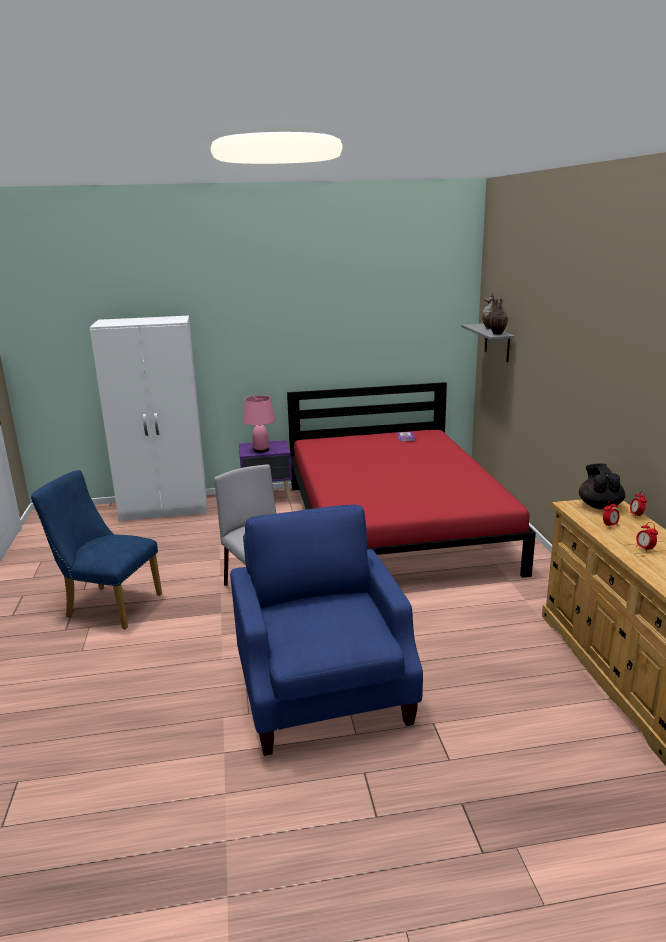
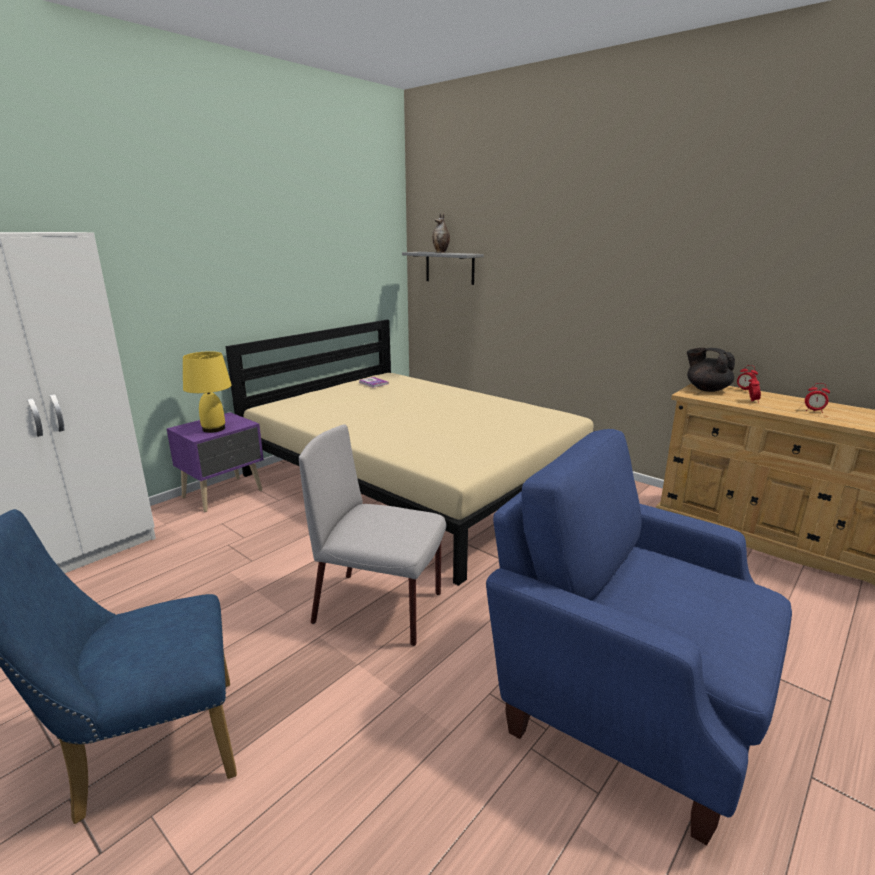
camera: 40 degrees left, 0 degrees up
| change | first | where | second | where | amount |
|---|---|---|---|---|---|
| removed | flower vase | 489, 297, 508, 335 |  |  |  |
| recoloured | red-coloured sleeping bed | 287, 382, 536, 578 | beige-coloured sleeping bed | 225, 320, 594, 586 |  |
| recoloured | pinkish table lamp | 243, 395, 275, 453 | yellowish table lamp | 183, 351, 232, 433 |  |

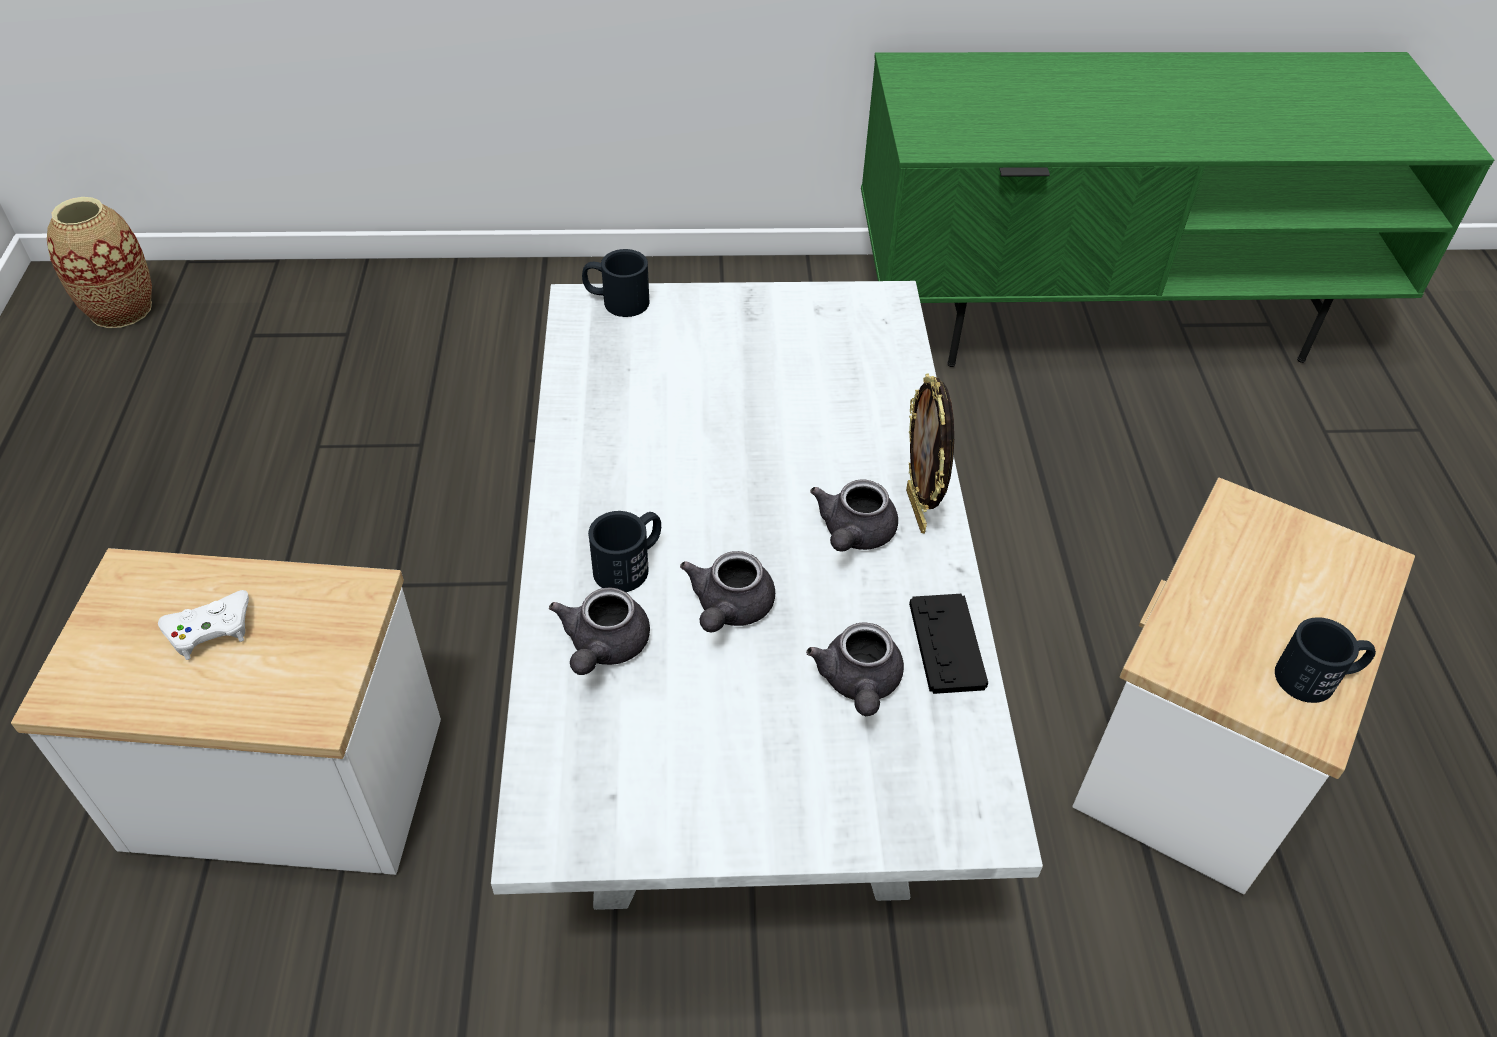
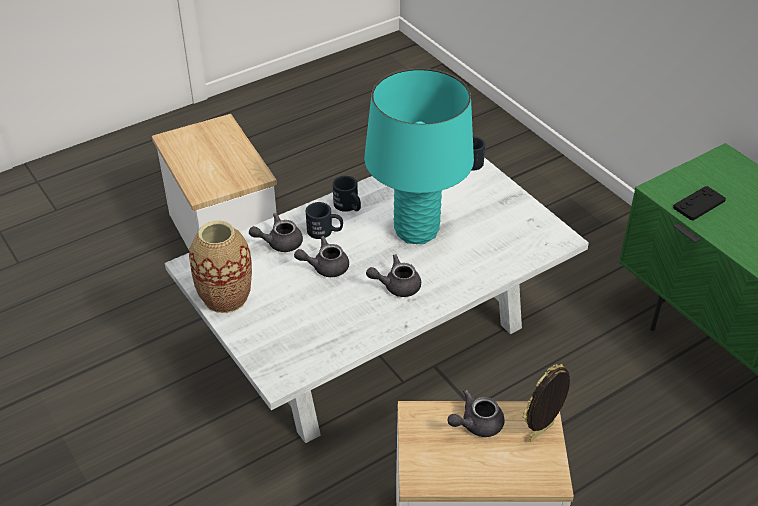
camera: 60 degrees right, 5 degrees down
| change | first | where | second | where | amount |
|---|---|---|---|---|---|
| moved | flower vase | 47, 197, 152, 328 |  | 189, 220, 252, 313 |  |
| moved | standing frame | 906, 373, 954, 534 |  | 522, 364, 570, 442 |  |
| removed | whitish gamepad | 158, 590, 249, 660 |  |  |  |
| moved | black gamepad | 909, 594, 988, 694 |  | 673, 186, 726, 220 |  |
| moved | black mug | 1275, 617, 1376, 703 |  | 333, 176, 361, 212 |  |
| moved | grey pot for tea | 806, 623, 904, 716 |  | 448, 390, 504, 437 |  |
| added |  |  | turquoise-coloured table lamp | 364, 68, 474, 244 |  |

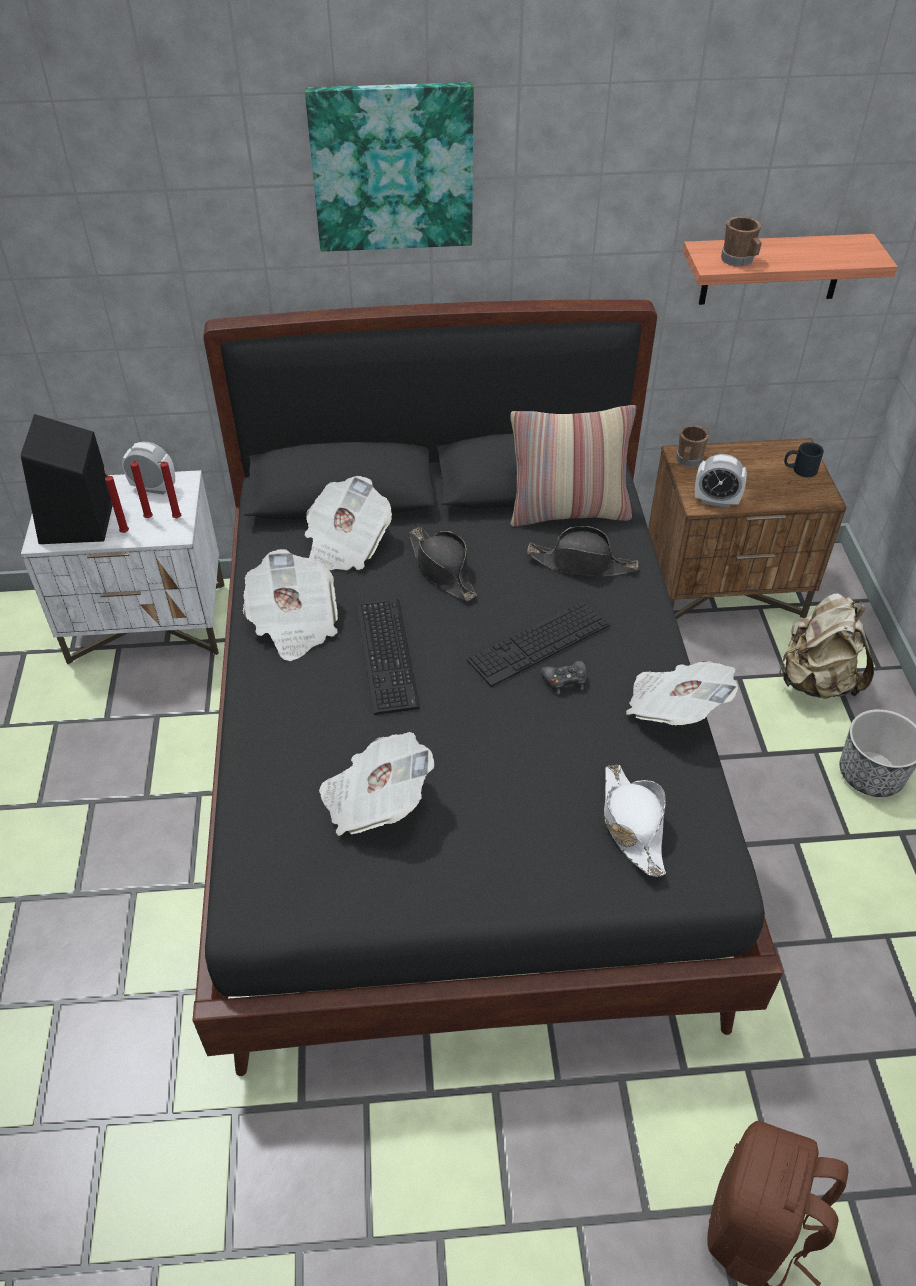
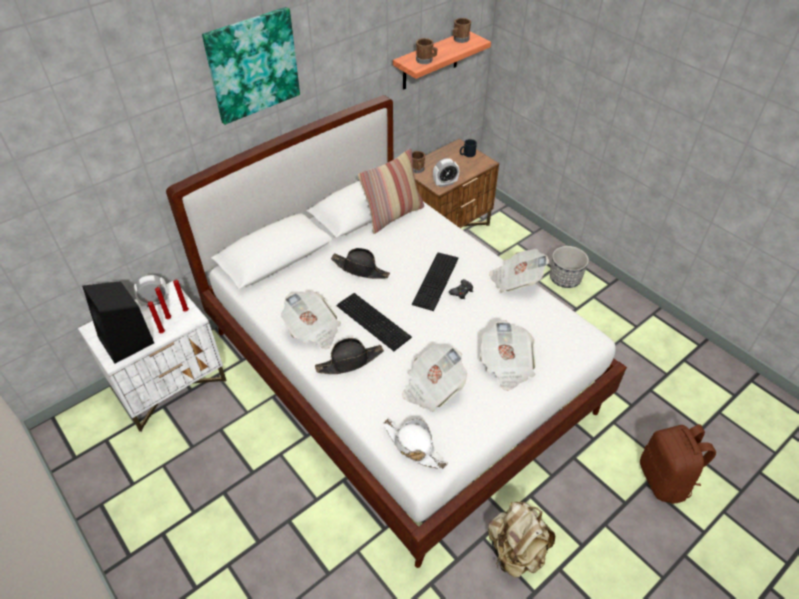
camera: 35 degrees left, 0 degrees up
| change | first | where | second | where | amount |
|---|---|---|---|---|---|
| recoloured | black sleeping bed | 192, 300, 783, 1076 | whitish sleeping bed | 166, 95, 627, 568 |  |
| moved | printed paper | 304, 476, 392, 570 |  | 480, 320, 536, 391 |  |
| moved | black clothing hat | 527, 526, 639, 576 |  | 315, 338, 384, 374 |  |
| moved | beige-coloured rucksack | 778, 593, 874, 699 |  | 488, 501, 555, 577 |  |
| moved | whitish clothing hat | 604, 765, 666, 877 |  | 383, 419, 448, 469 |  |
| added |  |  | brown mug | 453, 18, 471, 43 |  |

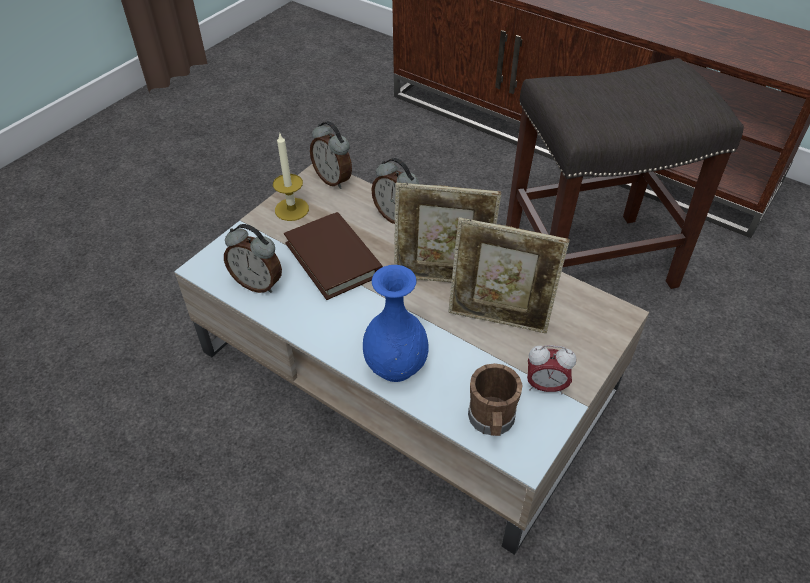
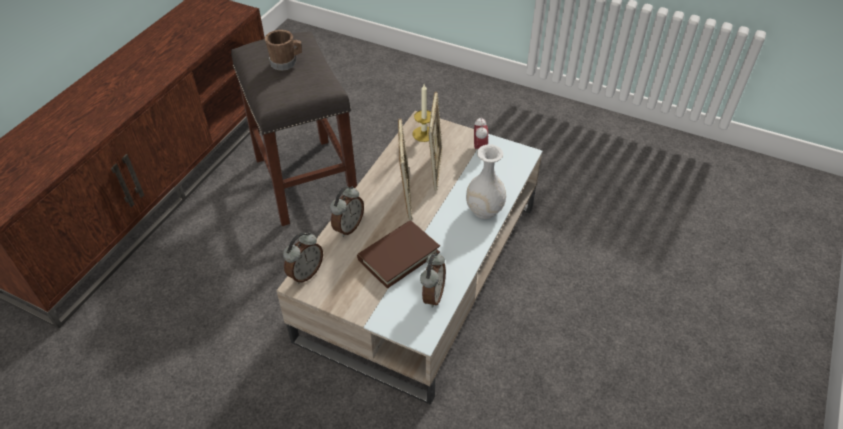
camera: 100 degrees left, 0 degrees up
| change | first | where | second | where | amount |
|---|---|---|---|---|---|
| moved | wax candle | 273, 134, 309, 221 |  | 412, 84, 431, 142 |  |
| recoloured | blue-coloured flower vase | 363, 265, 429, 382 | whitish flower vase | 466, 144, 506, 219 |  |
| moved | brown mug | 468, 363, 522, 436 |  | 265, 30, 302, 71 |  |

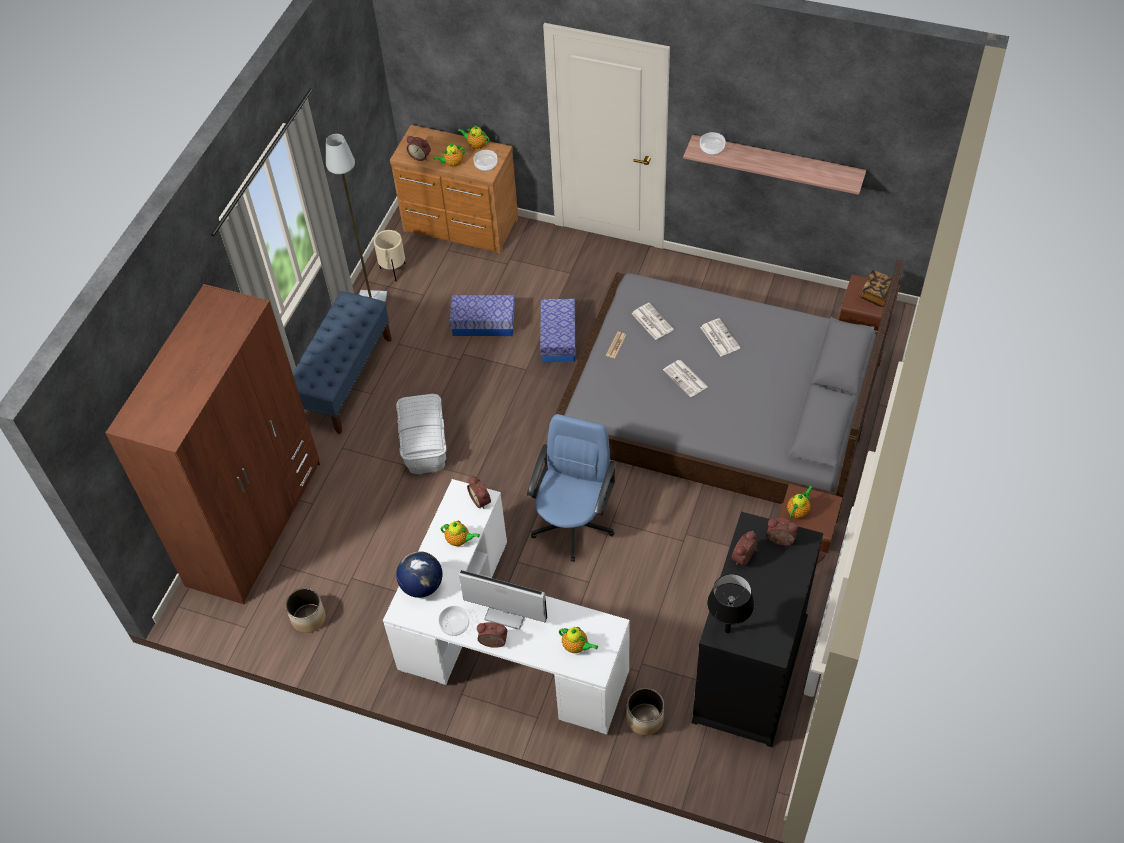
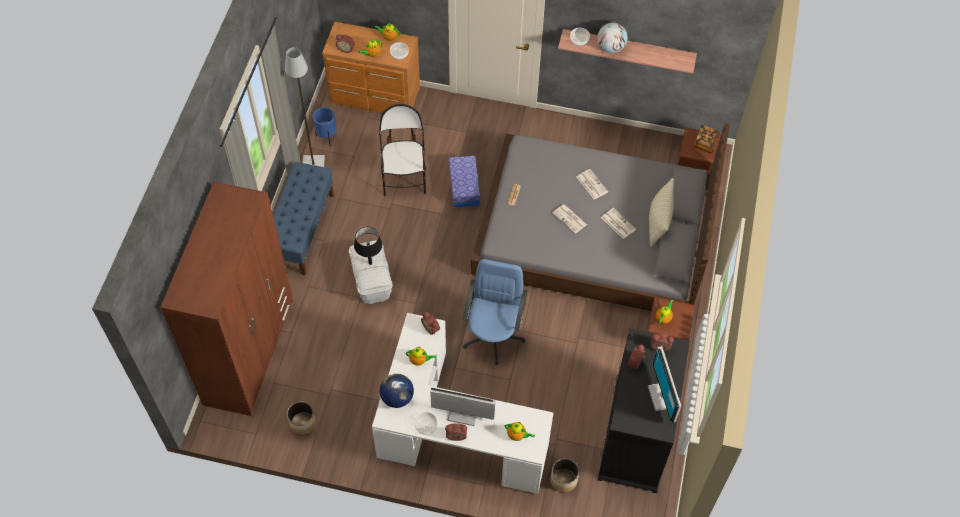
camera: 10 degrees left, 5 degrees up
| change | first | where | second | where | amount |
|---|---|---|---|---|---|
| recoloured | beige-coloured planter | 374, 230, 405, 281 | blue-coloured planter | 313, 107, 337, 146 |  |
| replaced | storage bin | 449, 295, 515, 336 | plain chair | 379, 104, 426, 196 |  |
| moved | printed paper | 632, 303, 674, 340 |  | 601, 208, 636, 239 |  |
| moved | black table lamp | 707, 574, 754, 633 |  | 354, 227, 382, 265 |  |
| added |  |  | desk globe | 597, 23, 627, 53 |  |
| added |  |  | beige-coloured pillow | 649, 178, 674, 246 |  |
| added |  |  | computer screen | 648, 346, 681, 423 |  |

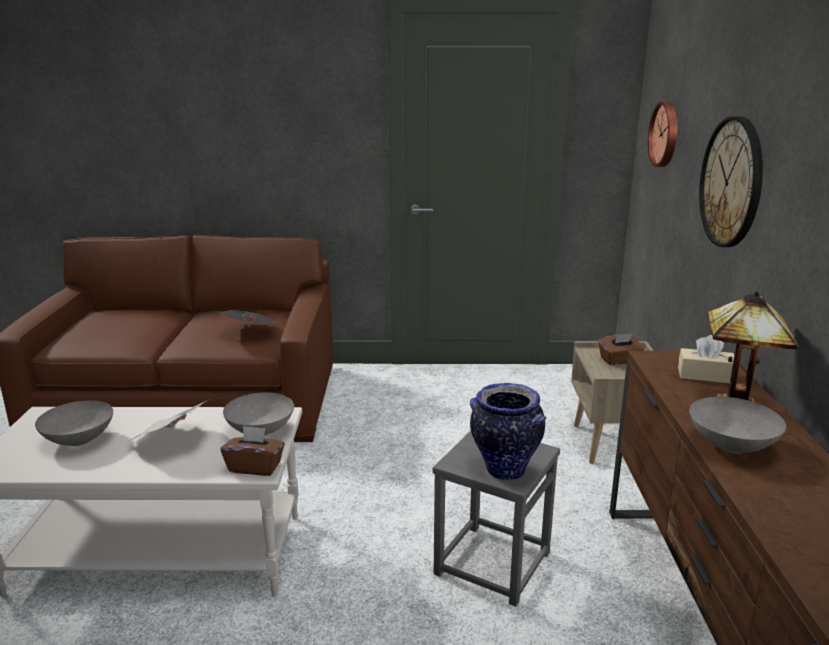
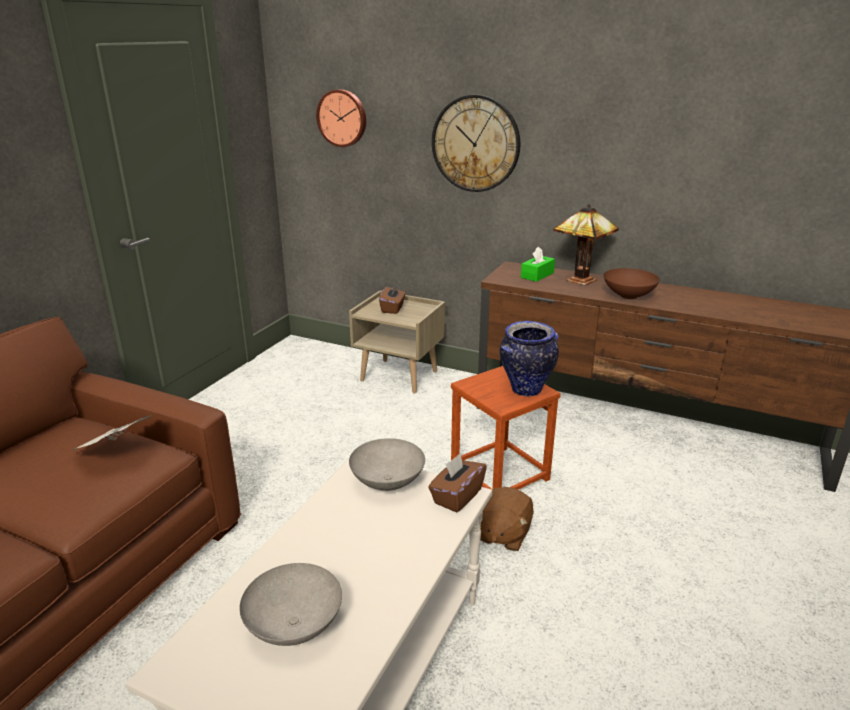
camera: 65 degrees left, 5 degrees up
| change | first | where | second | where | amount |
|---|---|---|---|---|---|
| recoloured | beige-coloured box of tissues | 678, 335, 735, 383 | green-coloured box of tissues | 521, 246, 555, 282 |  |
| recoloured | grey bowl | 689, 397, 786, 453 | brown bowl | 604, 268, 660, 299 |  |
| removed | printed paper | 126, 399, 210, 442 |  |  |  |
| recoloured | grey stool | 433, 431, 560, 607 | brown stool | 451, 366, 561, 490 |  |
| added |  |  | brown soft toy | 481, 487, 534, 551 |  |

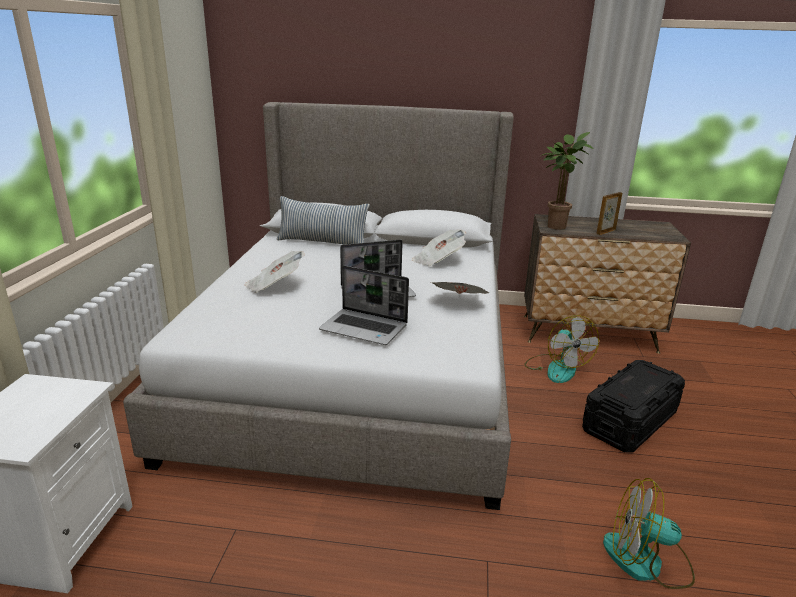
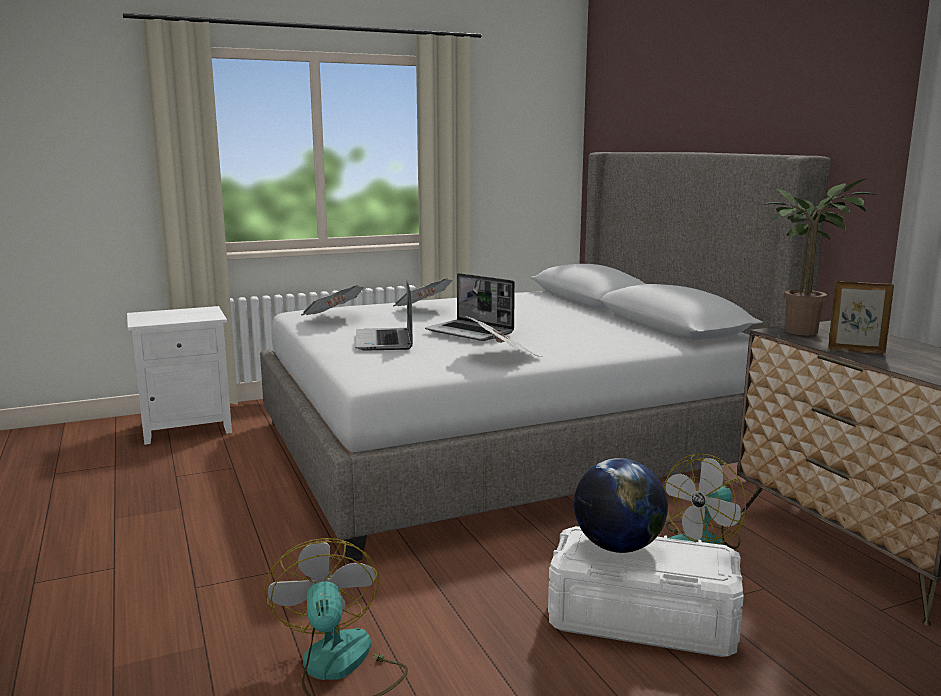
camera: 60 degrees right, 10 degrees down
| change | first | where | second | where | amount |
|---|---|---|---|---|---|
| removed | pillow | 277, 196, 370, 245 |  |  |  |
| moved | printed paper | 412, 230, 466, 266 |  | 301, 285, 364, 315 |  |
| recoloured | black storage bin | 582, 360, 685, 453 | whitish storage bin | 548, 526, 744, 657 |  |
| added |  |  | desk globe | 574, 458, 668, 553 |  |

